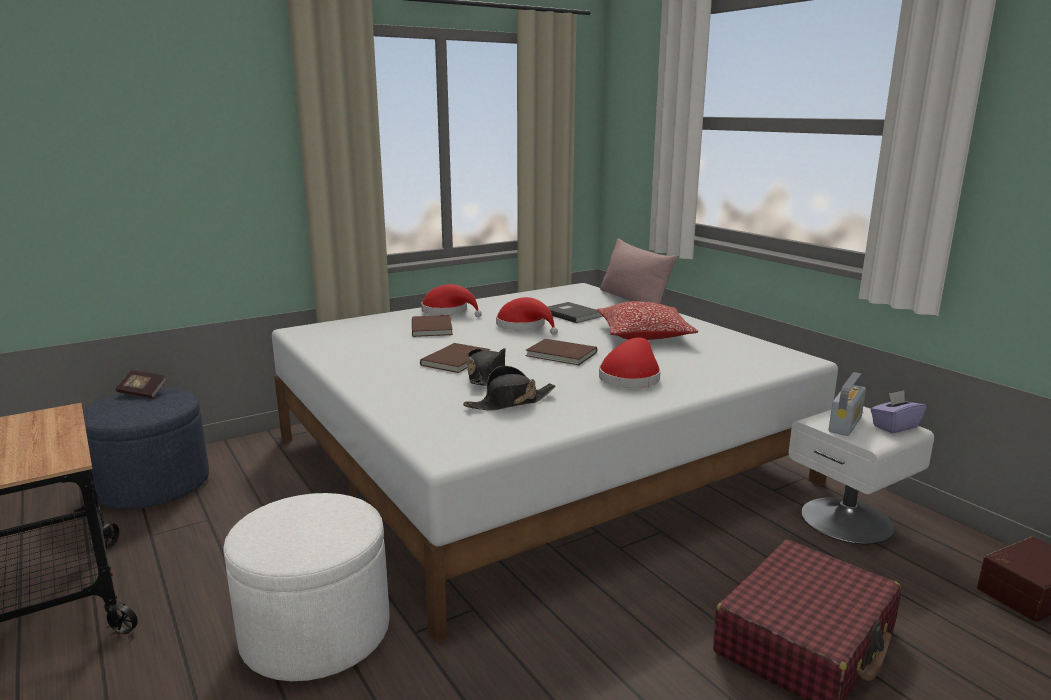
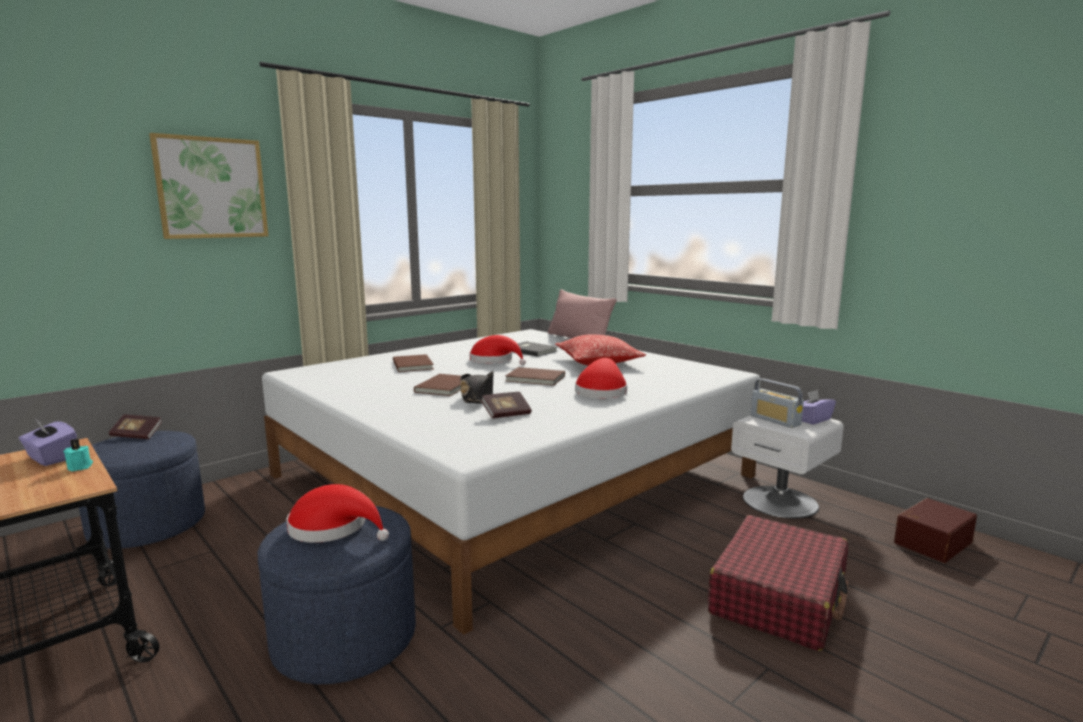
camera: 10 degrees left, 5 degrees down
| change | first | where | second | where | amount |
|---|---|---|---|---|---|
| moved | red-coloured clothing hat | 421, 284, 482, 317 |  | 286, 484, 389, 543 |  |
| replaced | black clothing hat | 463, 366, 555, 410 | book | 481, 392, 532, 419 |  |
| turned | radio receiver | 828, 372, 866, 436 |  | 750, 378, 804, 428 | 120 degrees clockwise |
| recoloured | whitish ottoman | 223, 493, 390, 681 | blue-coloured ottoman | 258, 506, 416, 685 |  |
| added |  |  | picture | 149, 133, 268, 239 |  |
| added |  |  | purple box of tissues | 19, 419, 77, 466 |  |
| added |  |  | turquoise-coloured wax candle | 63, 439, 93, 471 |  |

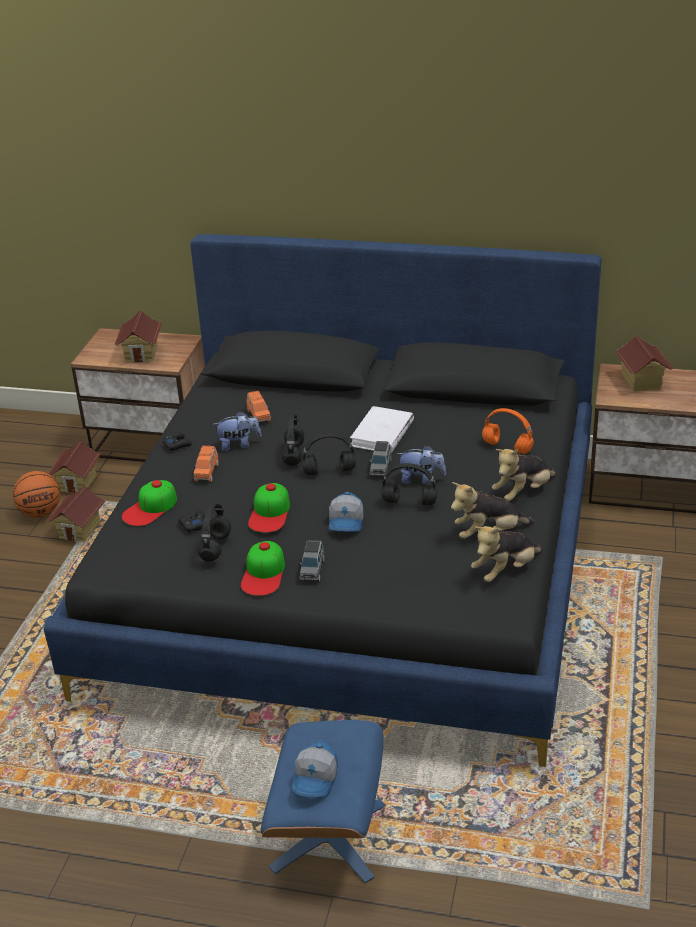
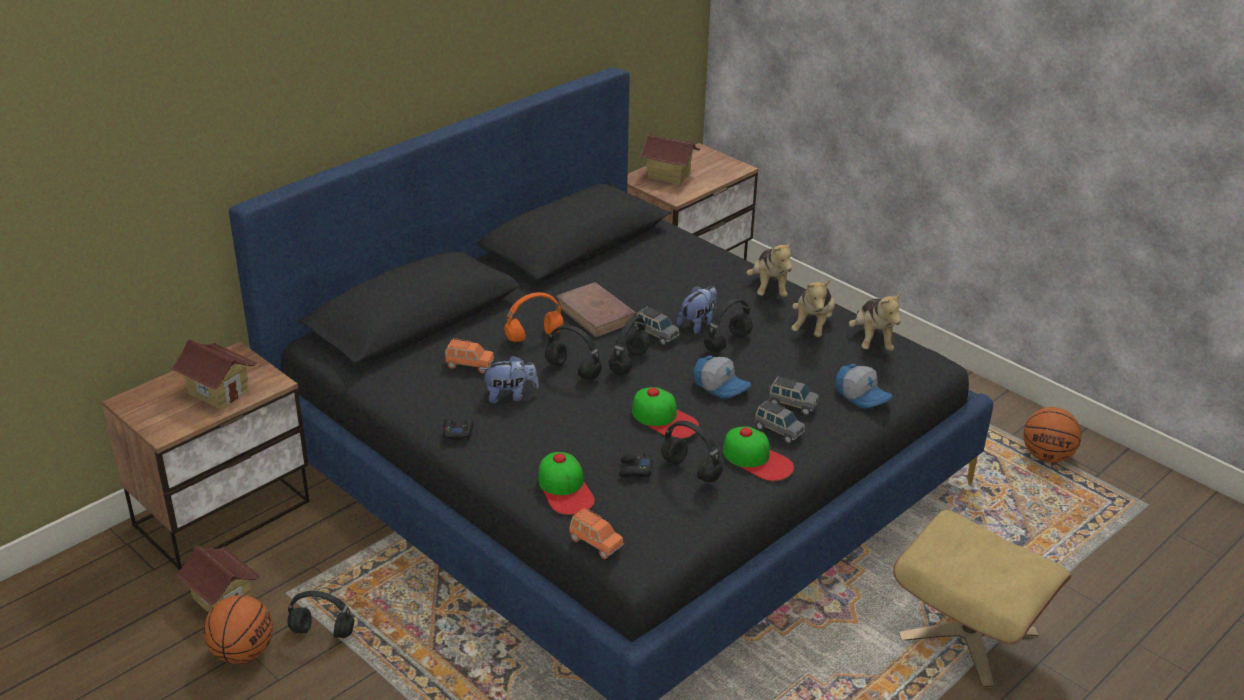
camera: 60 degrees left, 0 degrees up
| change | first | where | second | where | amount |
|---|---|---|---|---|---|
| recoloured | whitish book | 350, 406, 414, 453 | brown book | 556, 282, 637, 337 |  |
| moved | orange pair of headphones | 482, 408, 534, 454 |  | 504, 292, 564, 342 |  |
| turned | soft toy | 213, 411, 262, 451 |  | 480, 355, 539, 403 | 60 degrees clockwise |
| moved | orange model car | 194, 446, 219, 482 |  | 569, 508, 624, 559 |  |
| replaced | model house | 46, 486, 105, 542 | black pair of headphones | 288, 591, 354, 638 |  |
| recoloured | blue-coloured ottoman | 261, 720, 386, 883 | beige-coloured ottoman | 893, 510, 1072, 688 |  |
| moved | peaked cap | 291, 741, 338, 798 |  | 836, 364, 893, 408 |  |
| added |  |  | grey model car | 768, 376, 819, 415 |  |
| added |  |  | basketball ball | 1023, 407, 1082, 463 |  |

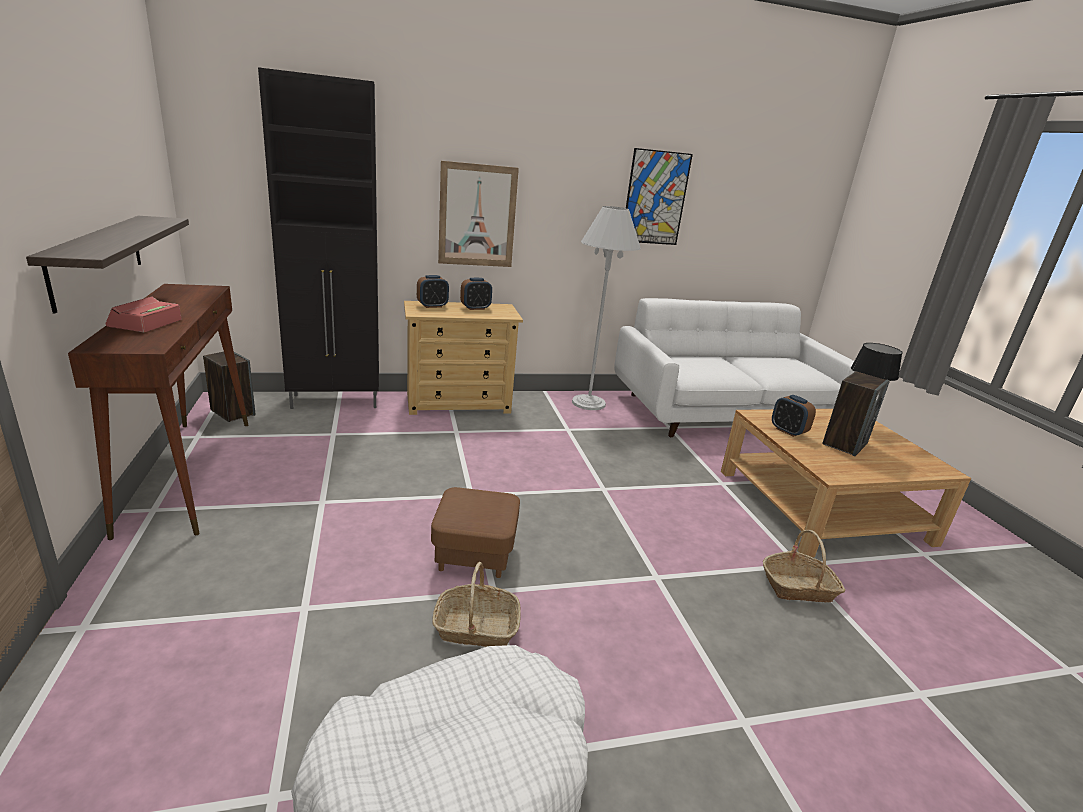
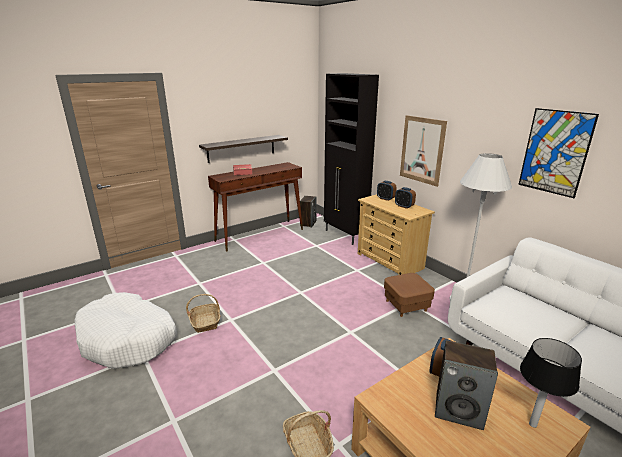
camera: 70 degrees right, 0 degrees up
| change | first | where | second | where | amount |
|---|---|---|---|---|---|
| moved | brown ottoman | 431, 487, 520, 578 |  | 384, 273, 435, 317 |  |

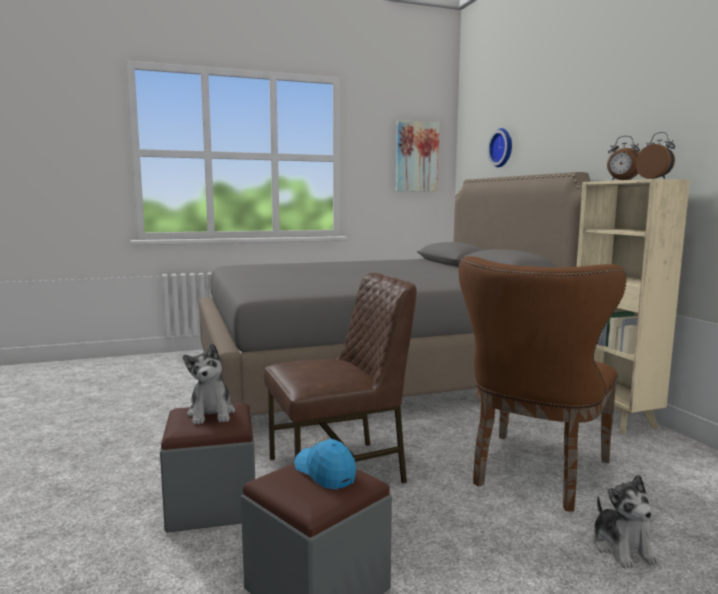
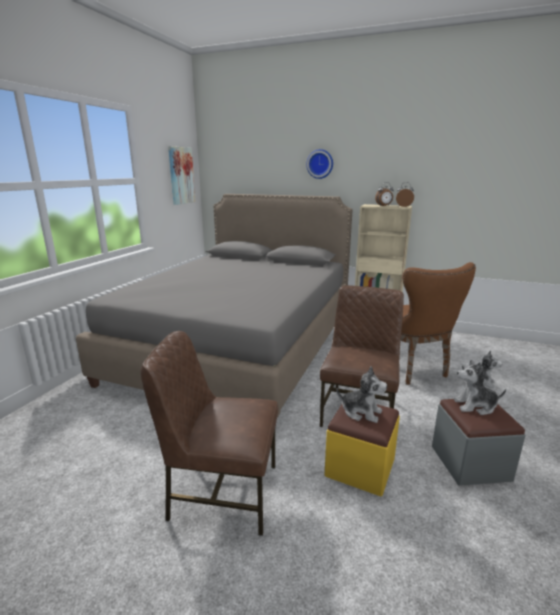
camera: 50 degrees left, 10 degrees up
| change | first | where | second | where | amount |
|---|---|---|---|---|---|
| moved | hanging clock | 488, 128, 512, 167 |  | 306, 149, 333, 179 |  |
| recoloured | grey ottoman | 160, 403, 255, 533 | yellowish ottoman | 325, 404, 400, 496 |  |
| replaced | blue-coloured peaked cap | 294, 438, 356, 490 | soft toy | 454, 360, 506, 415 |  |
| added |  |  | brown plain chair | 140, 331, 278, 536 |  |

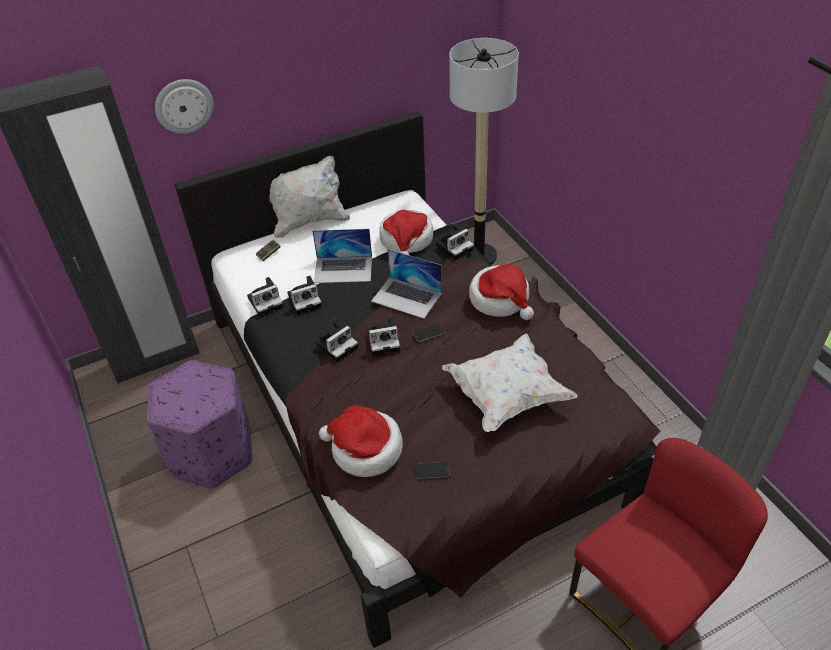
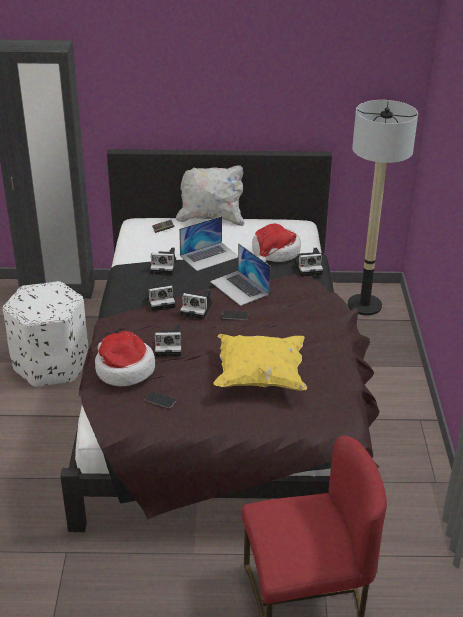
camera: 25 degrees right, 10 degrees down
| change | first | where | second | where | amount |
|---|---|---|---|---|---|
| removed | hanging clock | 155, 79, 214, 134 |  |  |  |
| turned | laptop | 313, 229, 372, 283 |  | 179, 216, 238, 271 | 60 degrees counterclockwise |
| removed | clothing hat | 469, 264, 534, 320 |  |  |  |
| moved | still camera | 247, 277, 284, 317 |  | 155, 324, 182, 357 |  |
| recoloured | whitish pillow | 442, 333, 577, 432 | yellowish pillow | 214, 334, 307, 391 |  |
| recoloured | purple ottoman | 147, 360, 252, 489 | whitish ottoman | 3, 281, 89, 387 |  |

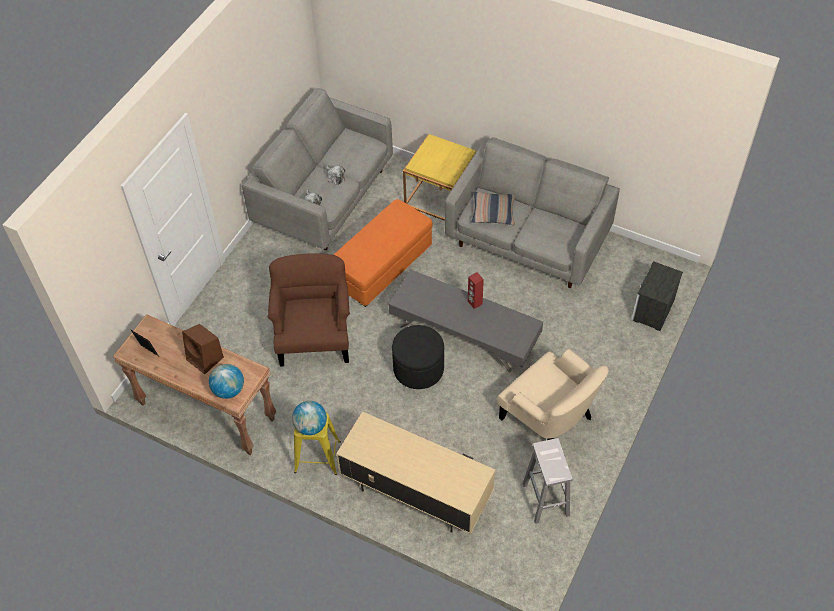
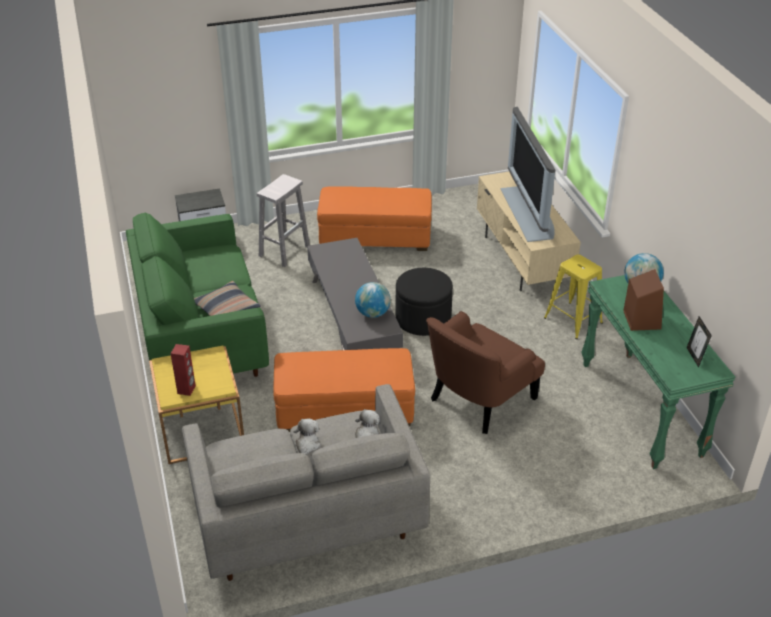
camera: 135 degrees left, 15 degrees down
| change | first | where | second | where | amount |
|---|---|---|---|---|---|
| recoloured | grey settee | 445, 137, 620, 288 | green-coloured settee | 126, 212, 269, 377 |  |
| moved | red-coloured speaker | 468, 272, 484, 309 |  | 170, 344, 196, 396 |  |
| recoloured | brown narrow table | 113, 314, 276, 455 | green-coloured narrow table | 581, 275, 736, 469 |  |
| replaced | beige-coloured lounge chair | 497, 349, 608, 440 | orange ottoman | 317, 186, 432, 251 |  |
| moved | desk globe | 292, 401, 327, 435 |  | 355, 282, 391, 318 |  |
| moved | whitish stool | 523, 438, 573, 524 |  | 257, 174, 310, 267 |  |
| added |  |  | television | 501, 107, 555, 242 |  |

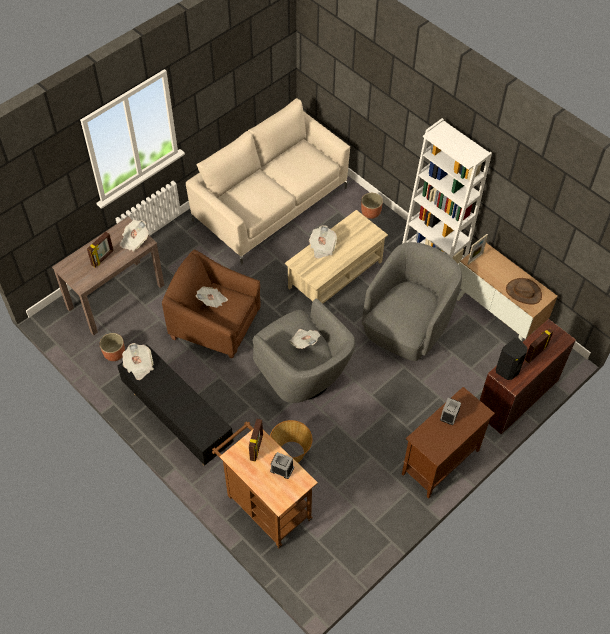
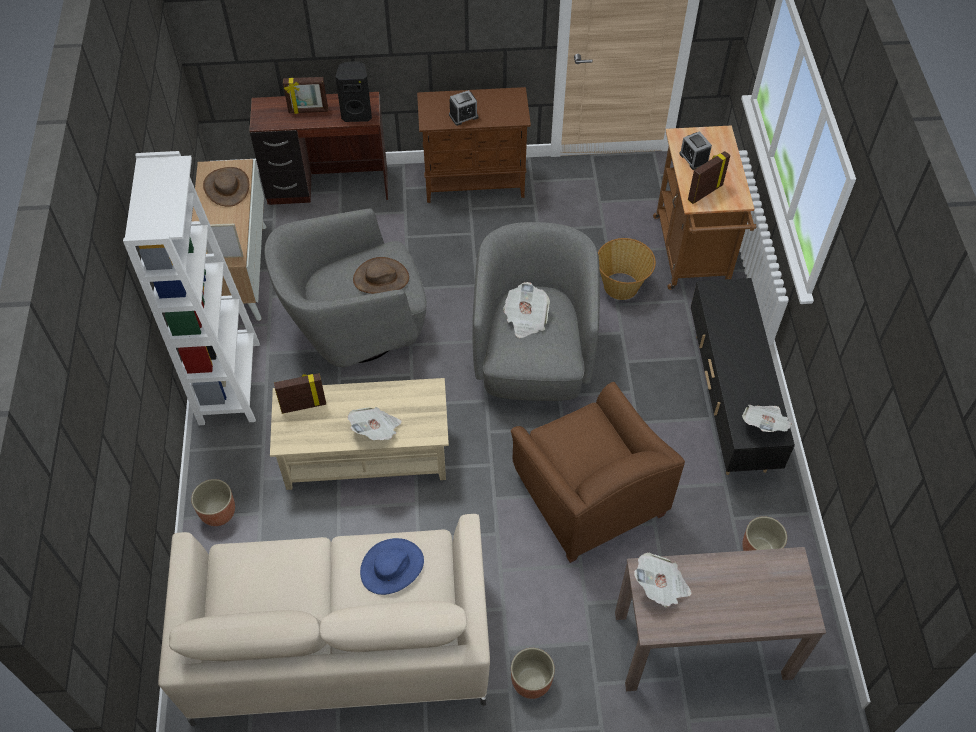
camera: 140 degrees left, 0 degrees up
| change | first | where | second | where | amount |
|---|---|---|---|---|---|
| moved | standing frame | 87, 232, 114, 268 |  | 274, 373, 326, 414 |  |
| removed | printed paper | 196, 287, 228, 308 |  |  |  |
| added |  |  | brown clothing hat | 353, 257, 409, 294 |  |
| added |  |  | blue-coloured clothing hat | 360, 538, 424, 595 |  |
| added |  |  | planter | 511, 648, 555, 699 |  |

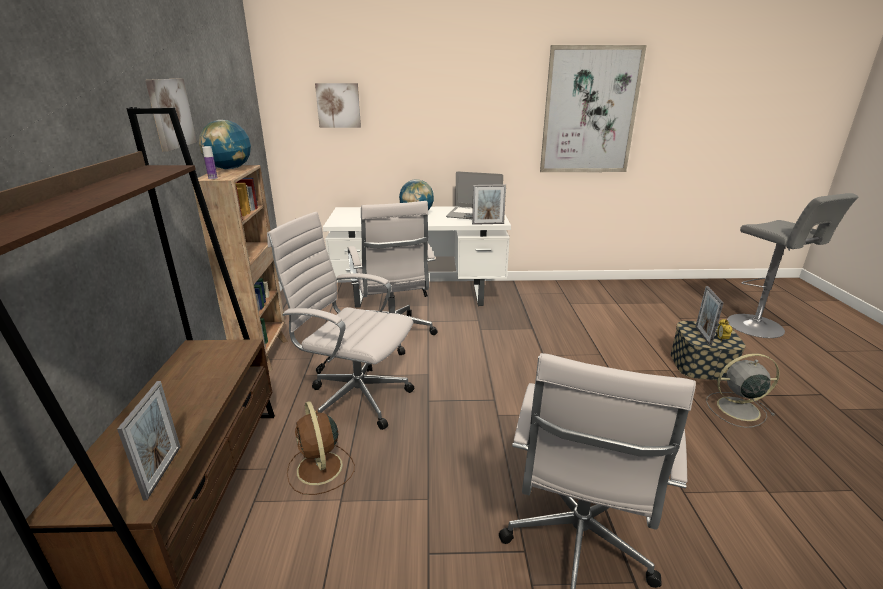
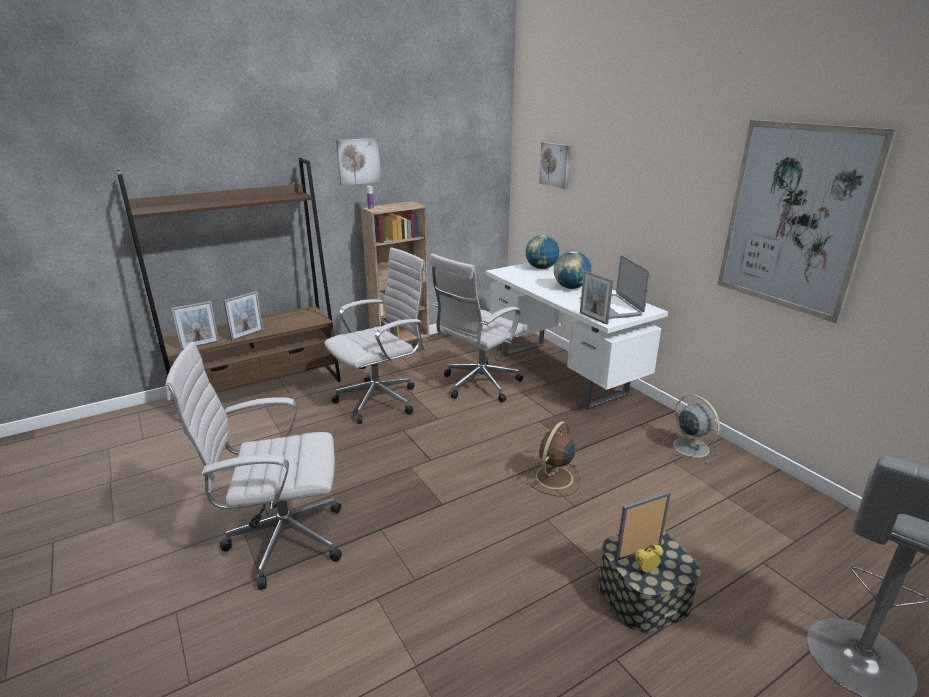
camera: 60 degrees right, 0 degrees up
| change | first | where | second | where | amount |
|---|---|---|---|---|---|
| moved | desk globe | 199, 120, 251, 169 |  | 526, 235, 559, 269 |  |
| turned | whitish computer chair | 267, 212, 414, 430 |  | 324, 247, 426, 424 | 60 degrees clockwise |
| moved | grey fan | 706, 353, 780, 428 |  | 663, 394, 720, 464 |  |
| moved | brown fan | 287, 401, 355, 495 |  | 527, 421, 580, 497 |  |
| added |  |  | standing frame | 224, 291, 264, 341 |  |

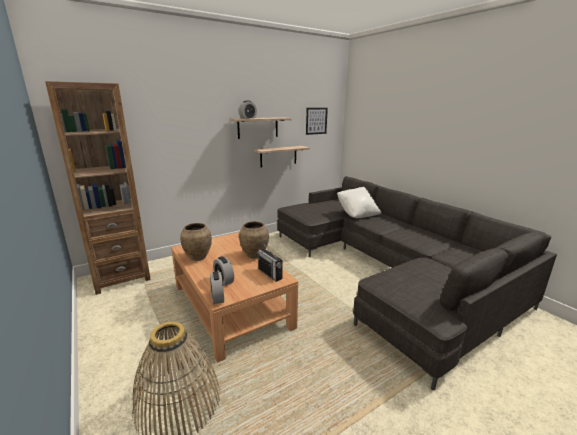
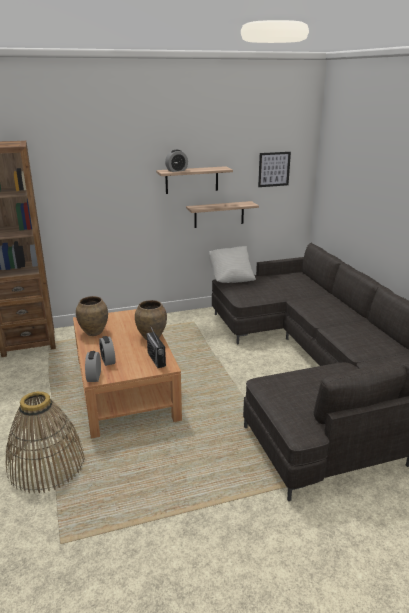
camera: 15 degrees right, 5 degrees up
| change | first | where | second | where | amount |
|---|---|---|---|---|---|
| moved | whitish pillow | 337, 187, 381, 218 |  | 209, 246, 256, 283 |  |

